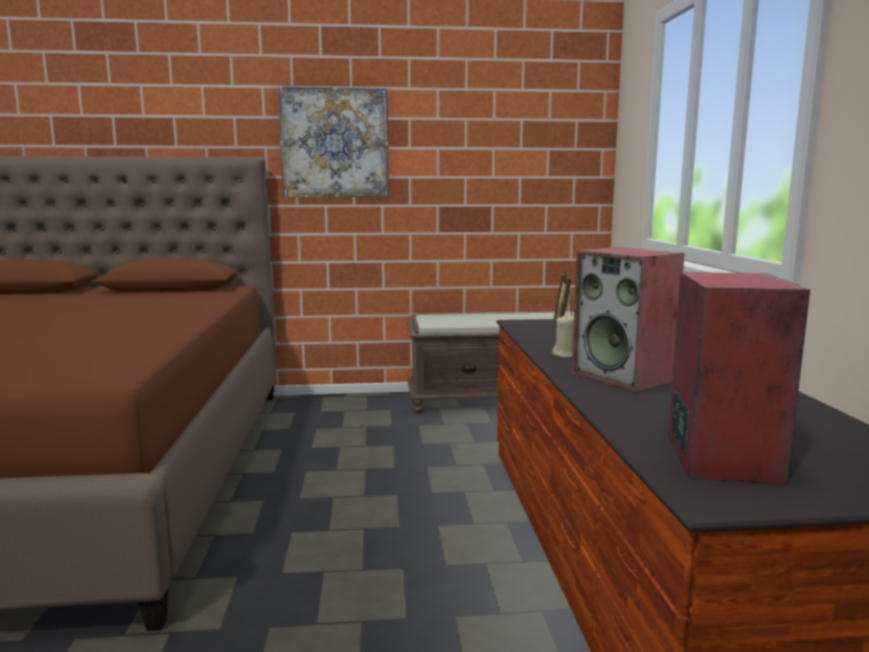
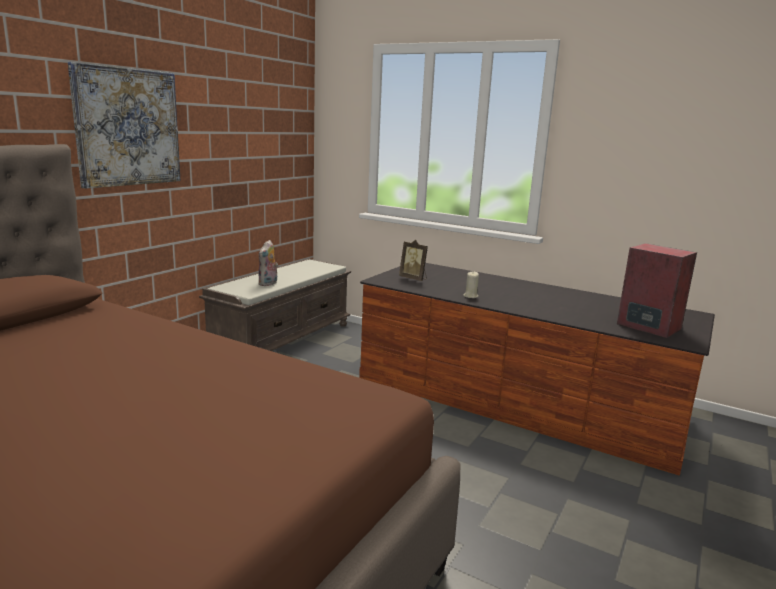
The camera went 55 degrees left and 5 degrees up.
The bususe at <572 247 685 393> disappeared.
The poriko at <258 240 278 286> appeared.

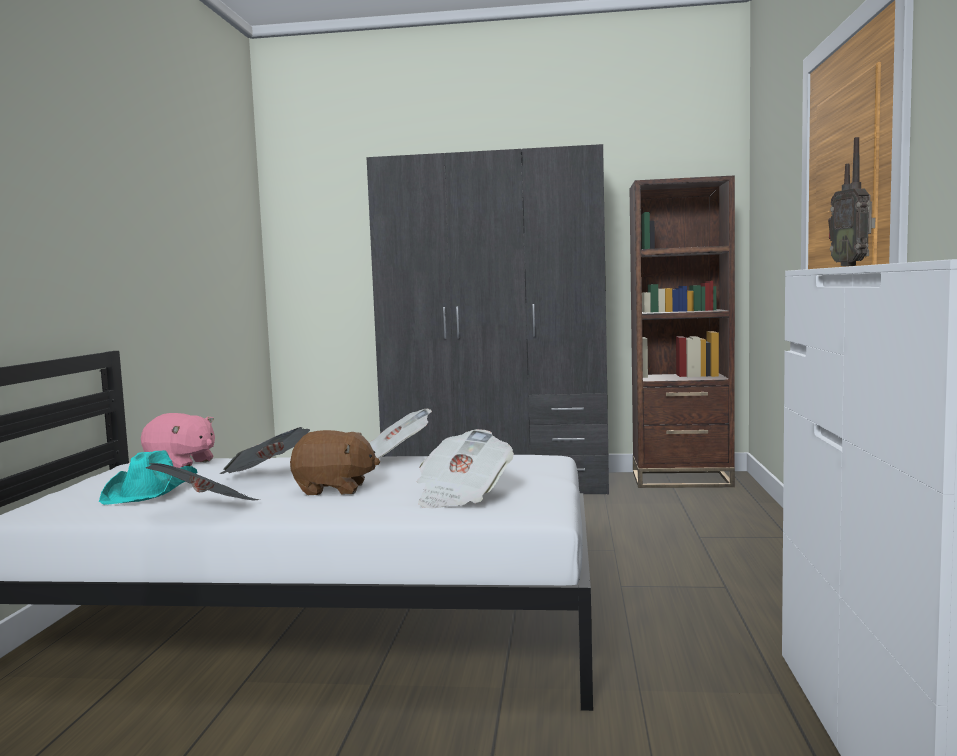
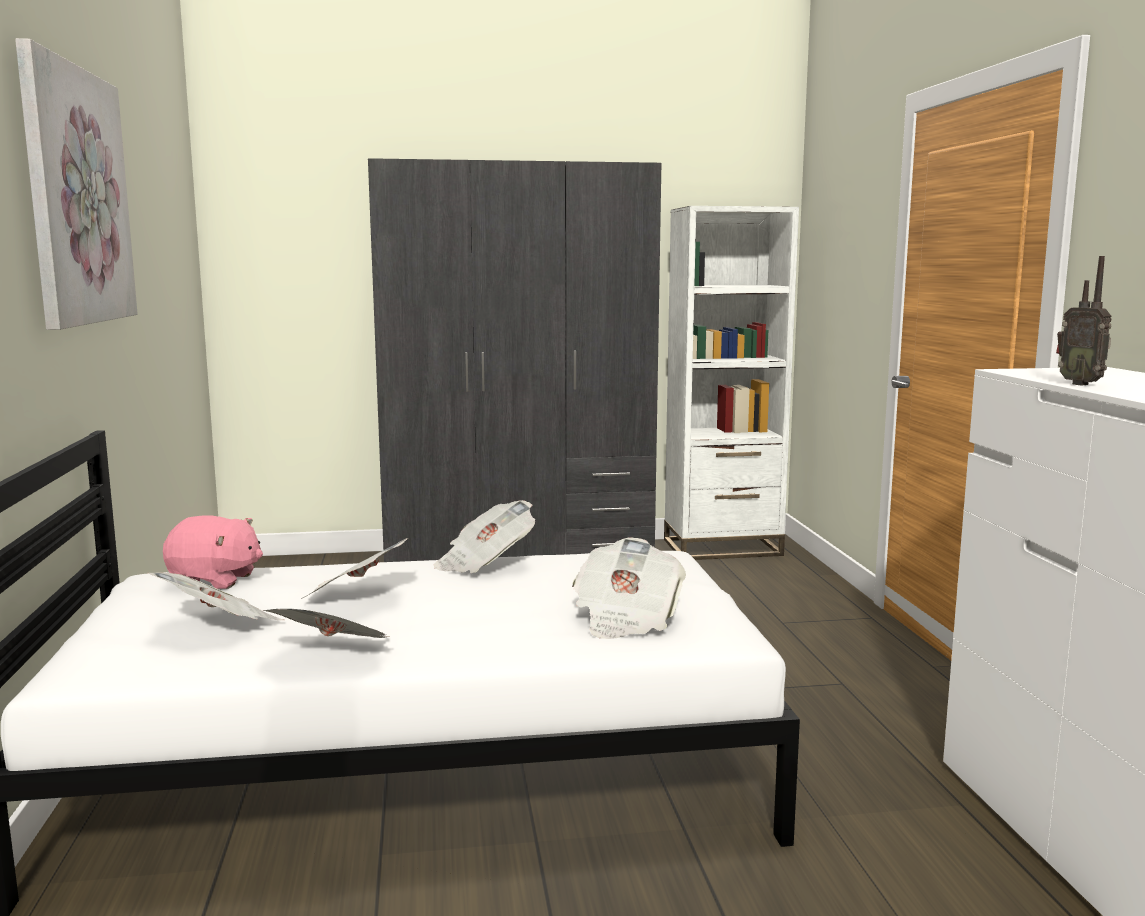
The camera went 15 degrees left and 5 degrees up.
The poriko (brown) at <290 430 380 495> disappeared.
The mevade at <15 38 138 330> appeared.
The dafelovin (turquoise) at <99 450 198 505> was replaced by the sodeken at <148 572 285 620>.
The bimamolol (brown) at <629 175 735 488> became the bimamolol (white) at <664 206 799 560>.

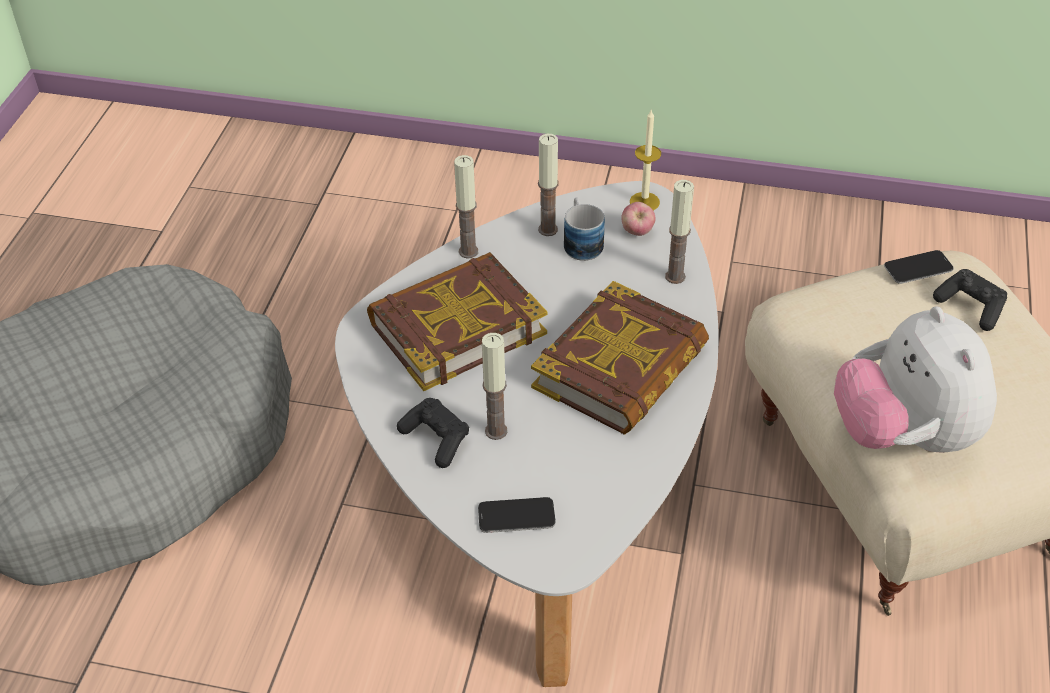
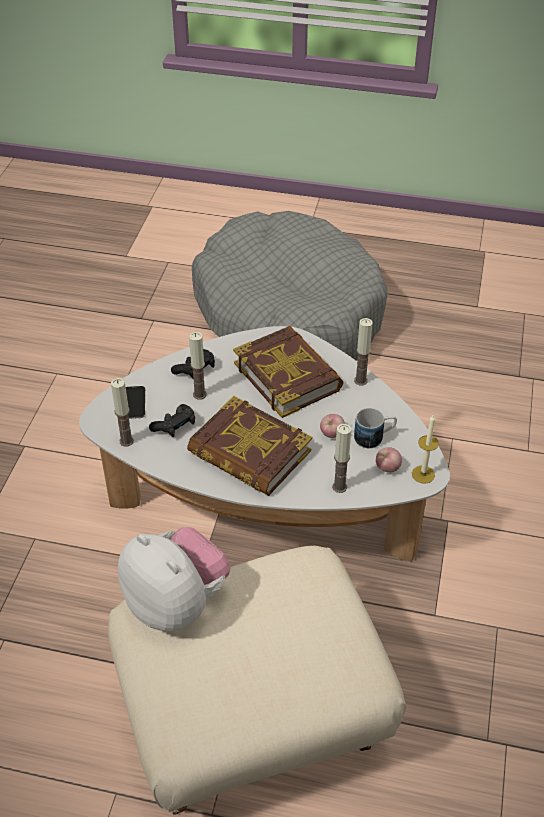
The camera went 90 degrees right and 0 degrees up.
The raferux at <884 250 954 284> disappeared.
The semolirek at <320 414 345 438> appeared.
The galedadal moved from <538 134 559 236> to <111 378 134 447>.
The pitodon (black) moved from <933 269 1007 331> to <149 404 195 437>.
The poriko at <834 306 997 453> turned 60 degrees clockwise.

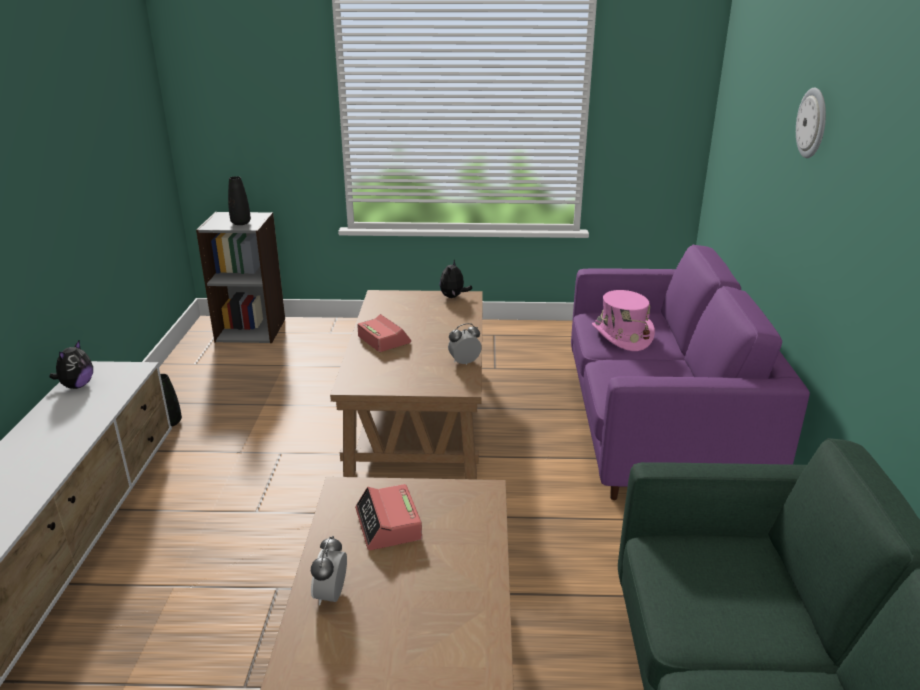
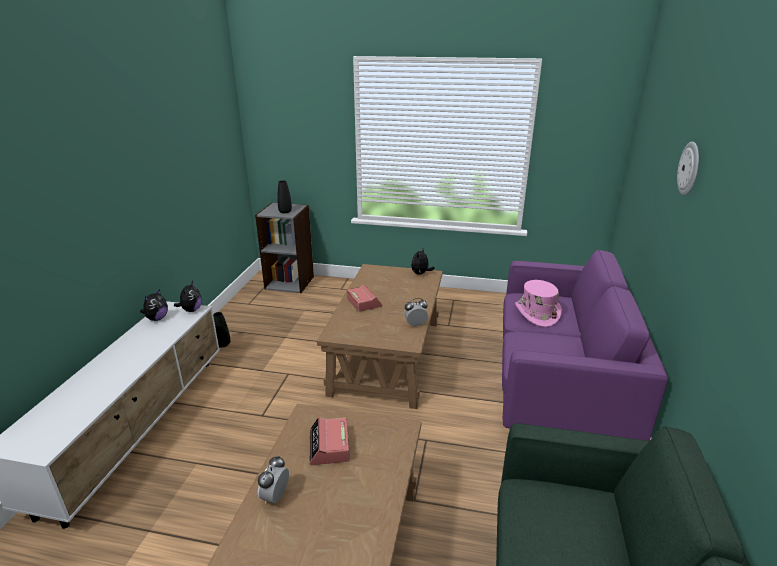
The camera went 10 degrees right and 0 degrees up.
The poriko at <174 280 202 312> appeared.

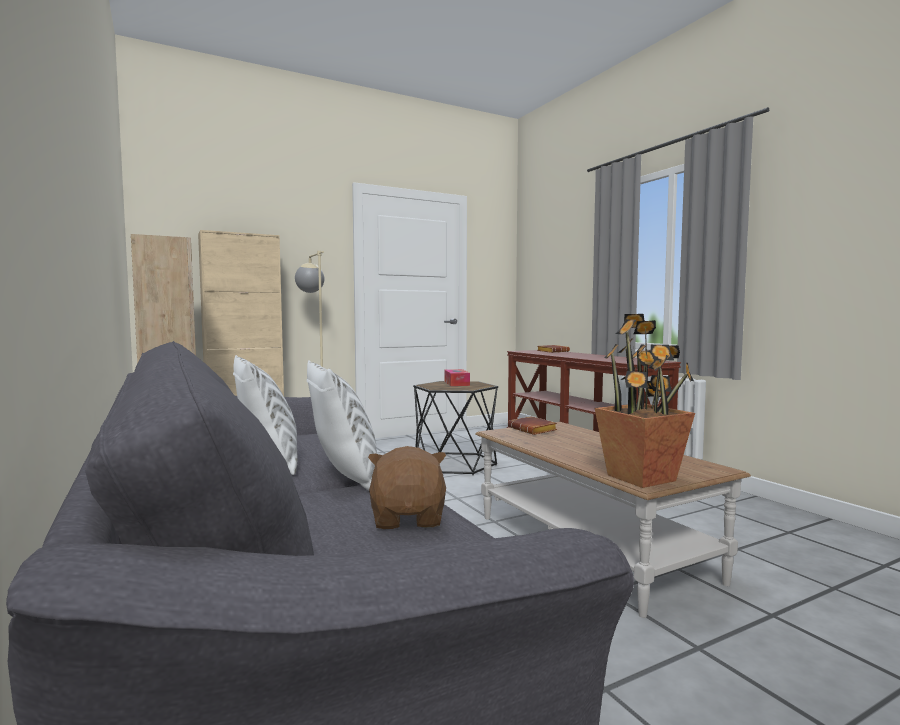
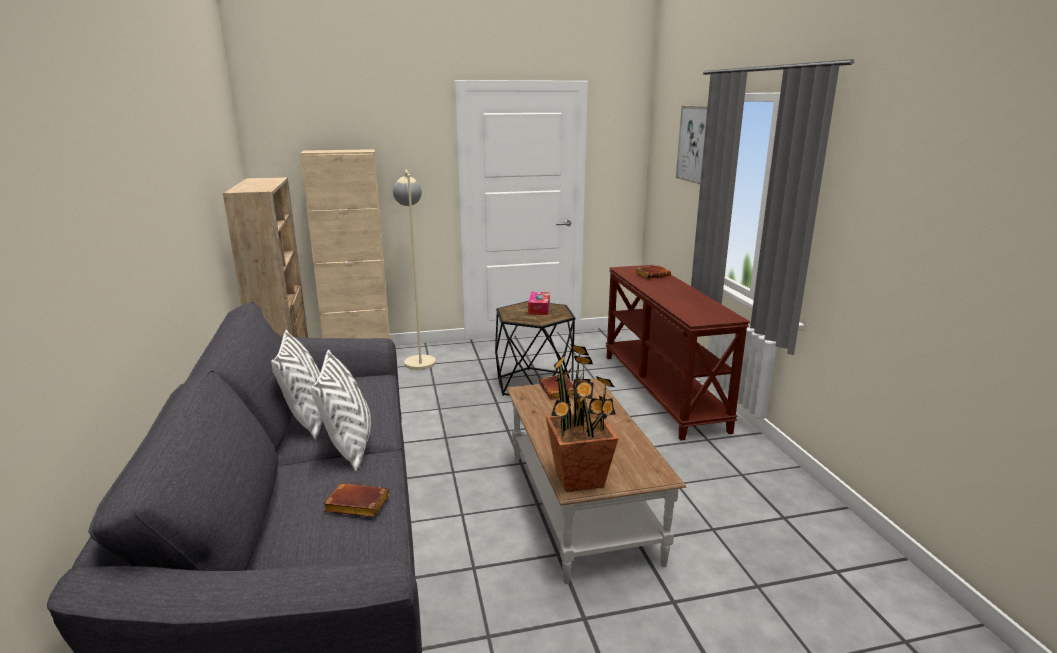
The camera went 15 degrees right and 15 degrees up.
The mevade at <676 106 707 185> appeared.
The poriko (brown) at <368 446 446 529> was replaced by the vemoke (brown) at <323 483 389 517>.

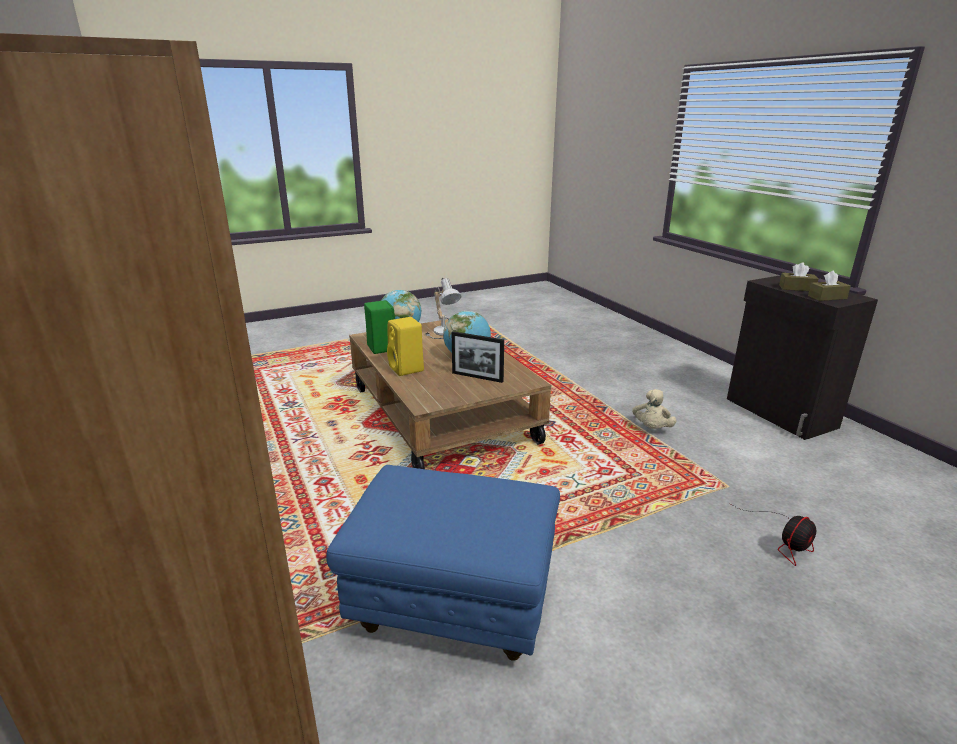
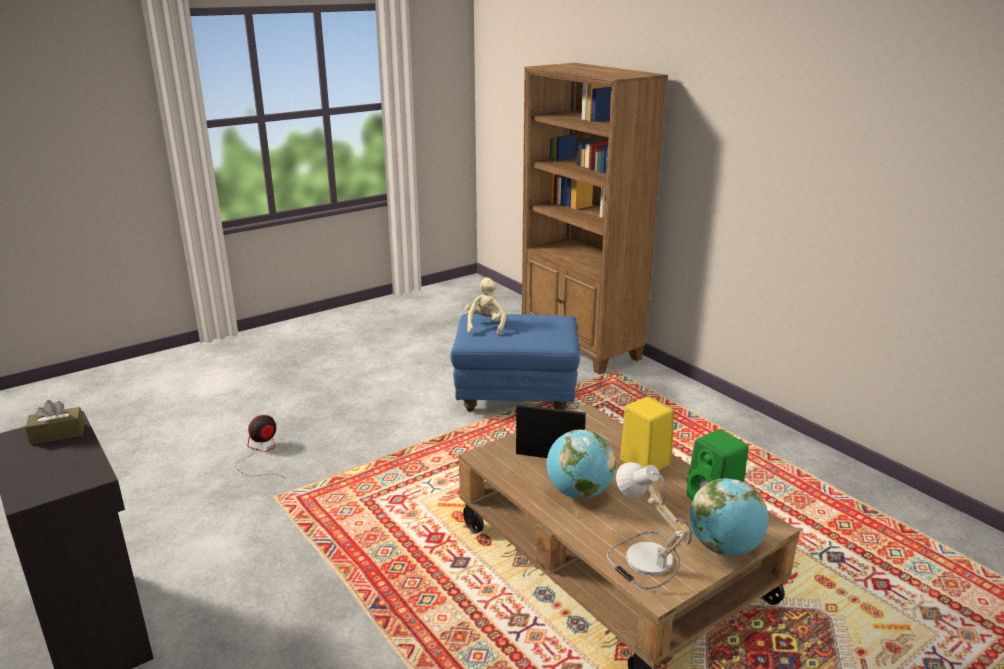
The camera went 170 degrees right and 0 degrees up.
The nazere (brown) at <779 263 819 291> disappeared.
The poriko (beige) moved from <632 389 677 429> to <465 278 506 335>.

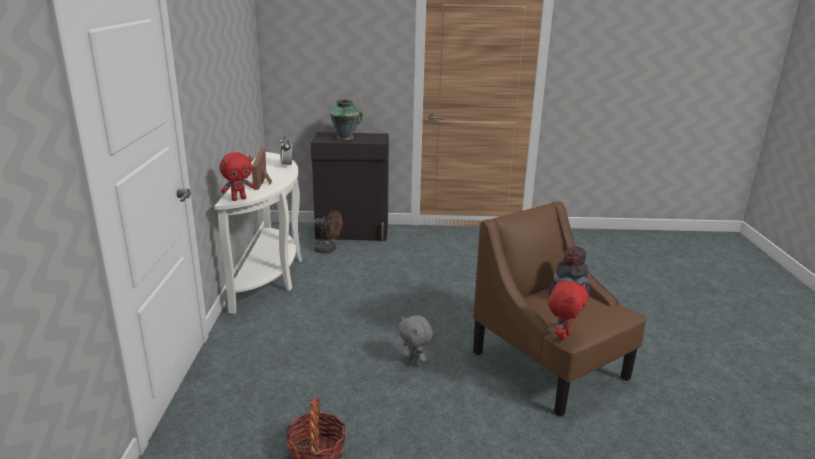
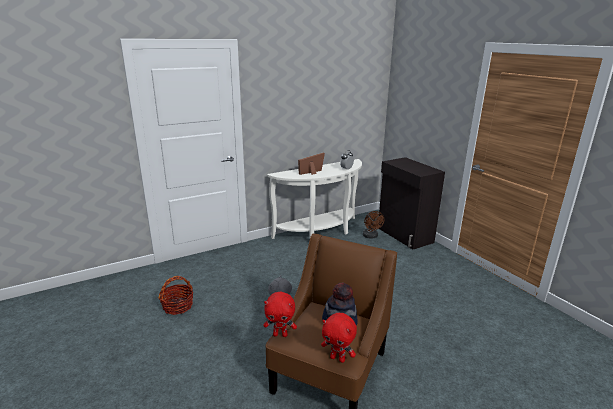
The camera went 60 degrees right and 0 degrees up.
The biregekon at <330 100 363 140> disappeared.
The poriko (red) moved from <219 152 255 201> to <321 313 357 363>.

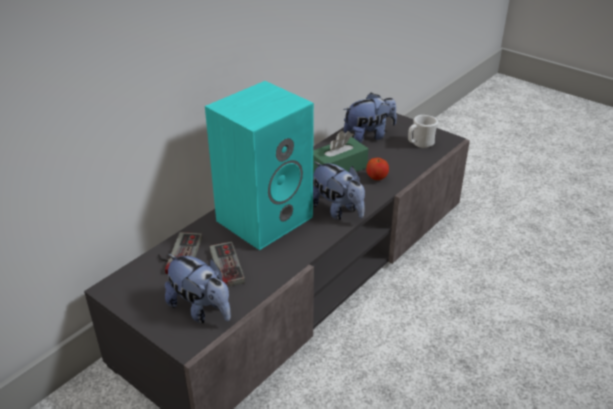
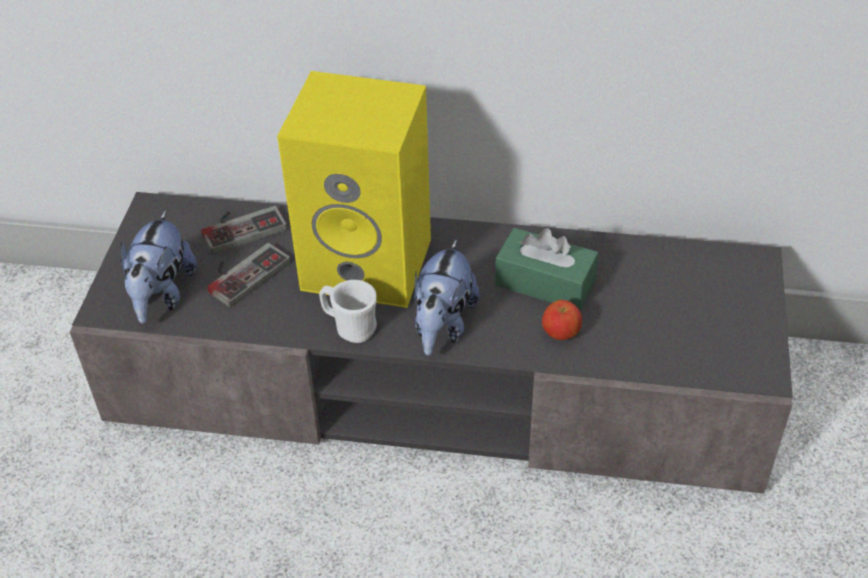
The camera went 60 degrees right and 10 degrees up.
The poriko at <343 93 397 143> disappeared.
The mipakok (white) moved from <408 115 438 148> to <319 280 377 343>.
The bususe (turquoise) at <205 81 314 250> became the bususe (yellow) at <277 71 431 308>.

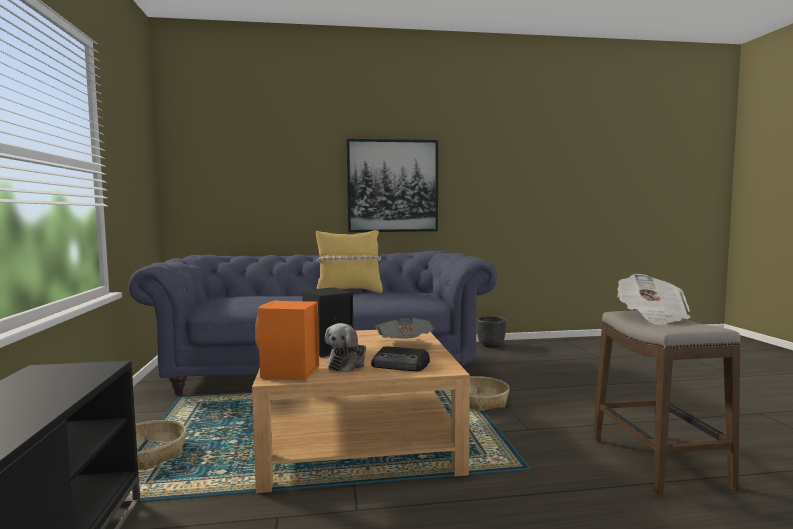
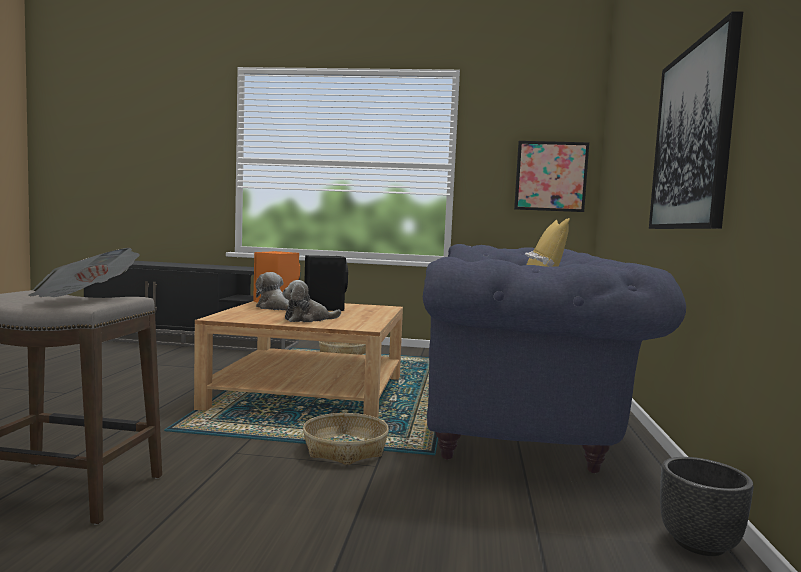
The camera went 105 degrees right and 0 degrees up.
The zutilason at <371 346 430 371> disappeared.
The mevade at <514 141 589 212> appeared.
The sodeken at <375 318 434 339> was replaced by the poriko at <282 280 341 322>.

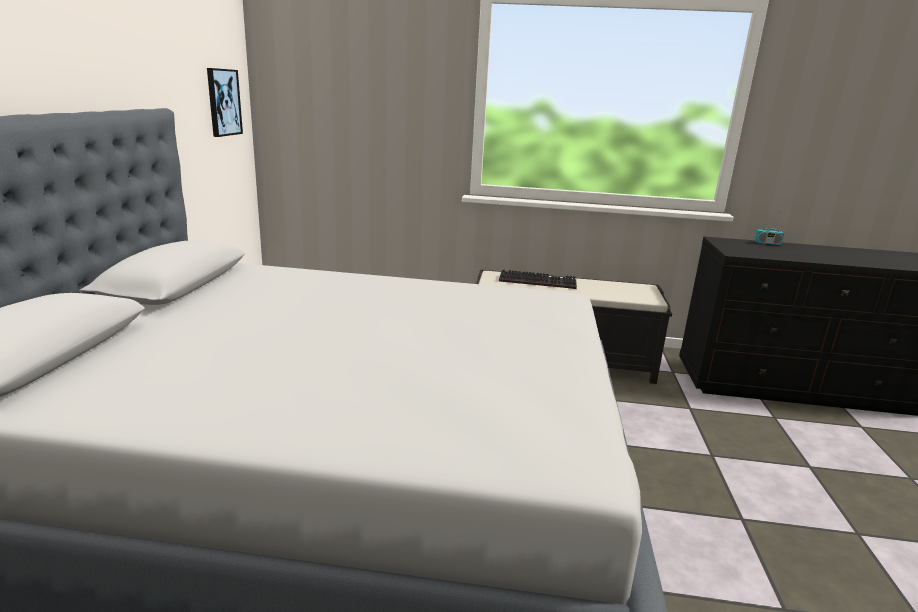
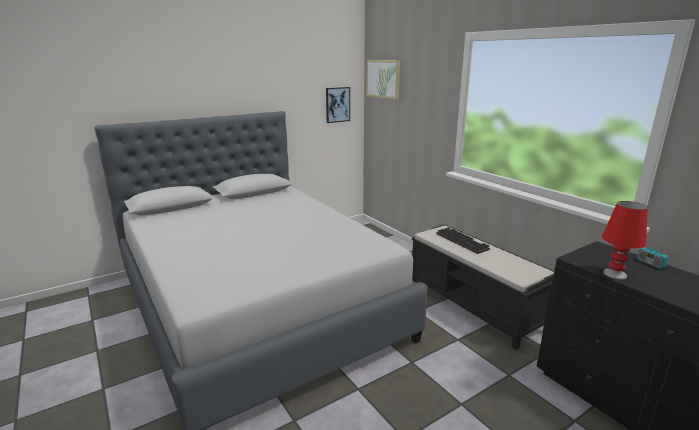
The camera went 50 degrees right and 0 degrees up.
The mevade at <366 60 400 100> appeared.
The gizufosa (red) at <602 201 648 279> appeared.

